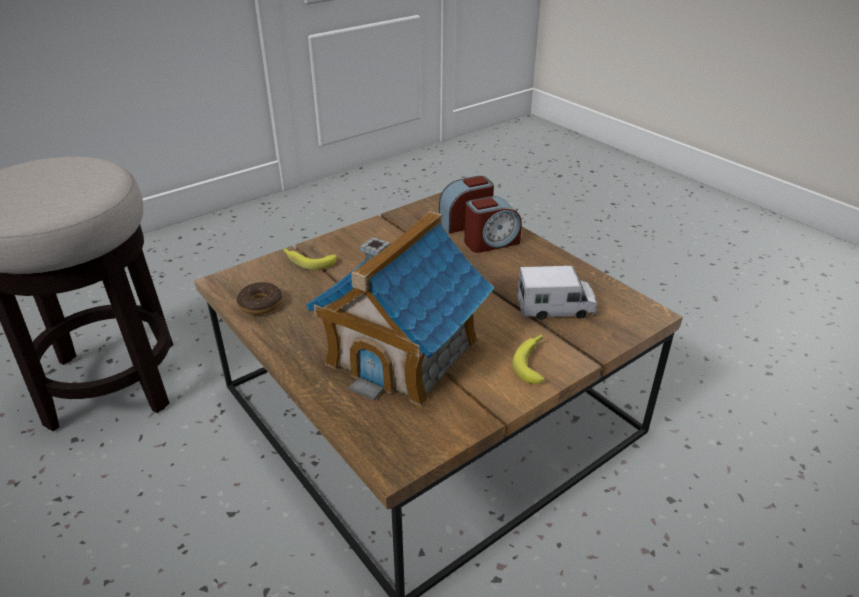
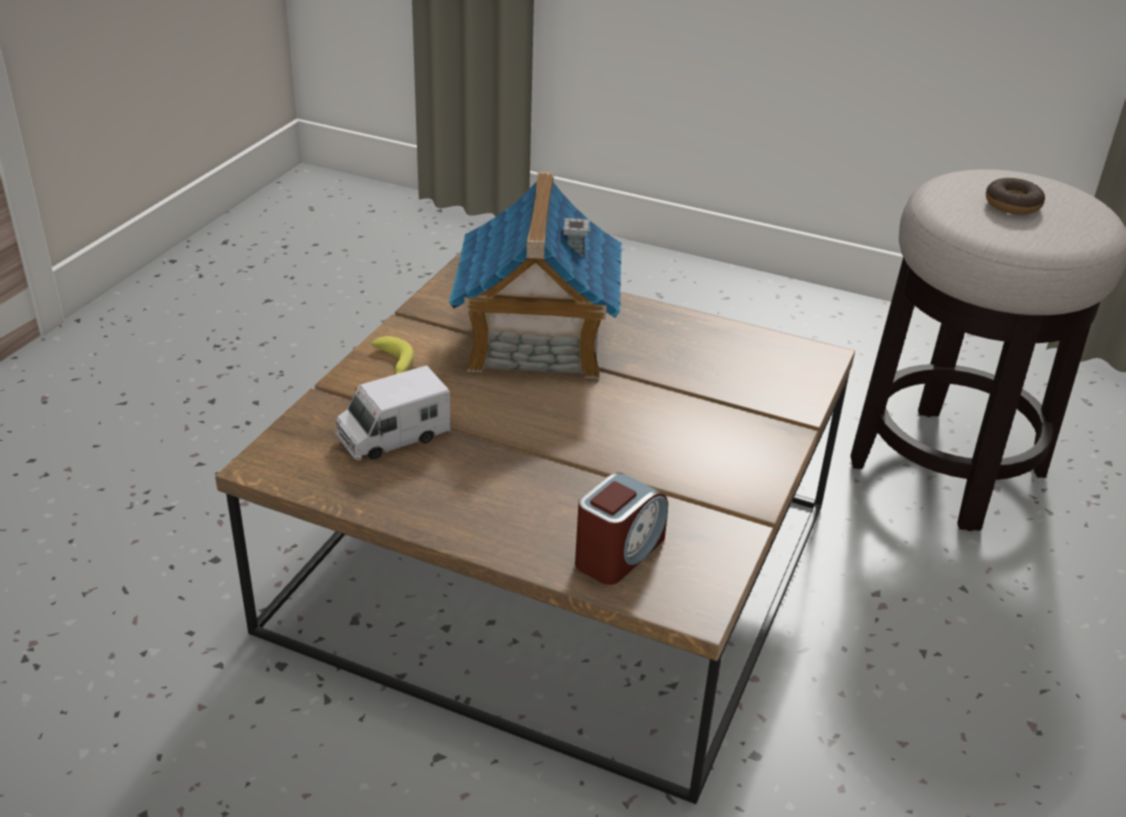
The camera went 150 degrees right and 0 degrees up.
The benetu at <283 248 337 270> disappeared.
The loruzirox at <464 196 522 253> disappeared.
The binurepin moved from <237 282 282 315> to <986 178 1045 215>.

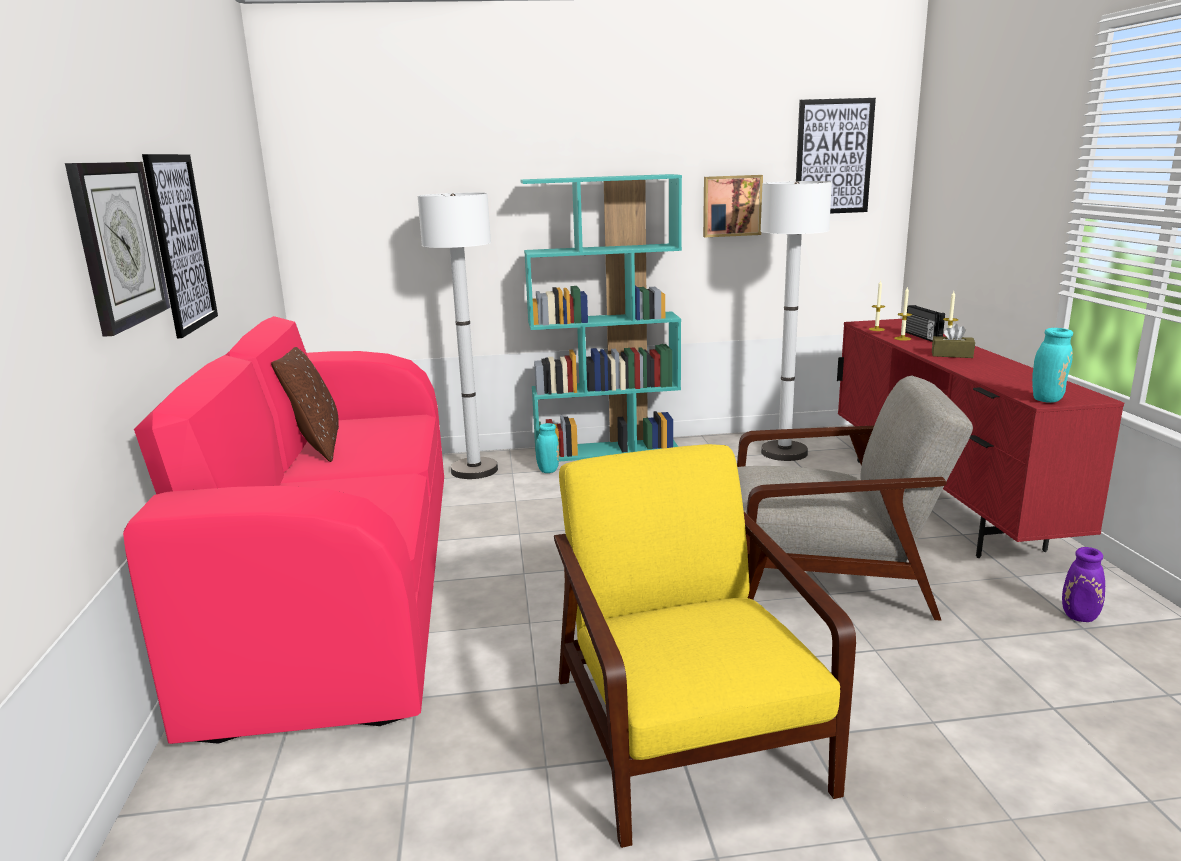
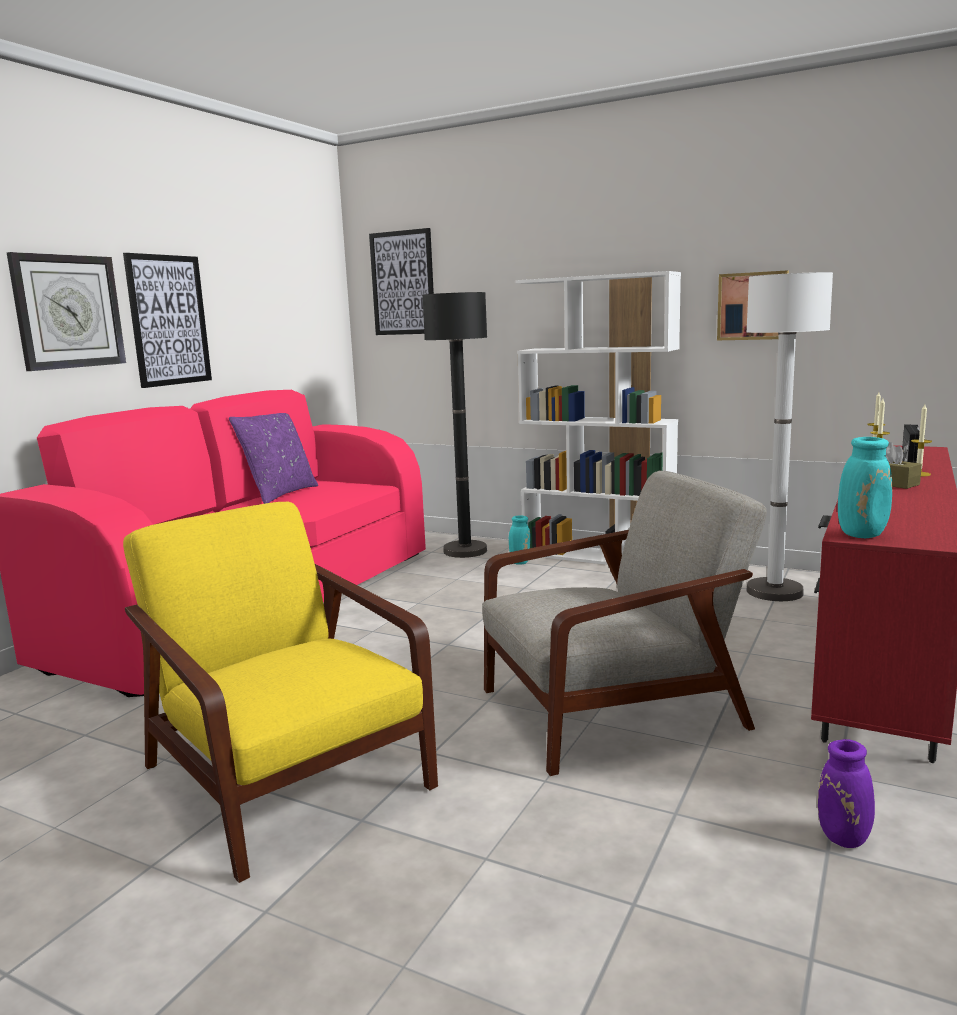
The camera went 35 degrees right and 5 degrees down.
The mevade moved from <796 98 876 214> to <369 228 434 335>.
The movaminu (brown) at <271 347 339 462> became the movaminu (purple) at <229 413 318 504>.
The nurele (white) at <418 193 498 479> became the nurele (black) at <423 292 487 558>.
The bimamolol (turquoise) at <520 174 682 462> became the bimamolol (white) at <515 271 681 565>.
The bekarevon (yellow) at <554 444 856 848> turned 60 degrees counterclockwise.
The bekarevon (grey) at <737 376 973 620> turned 60 degrees counterclockwise.

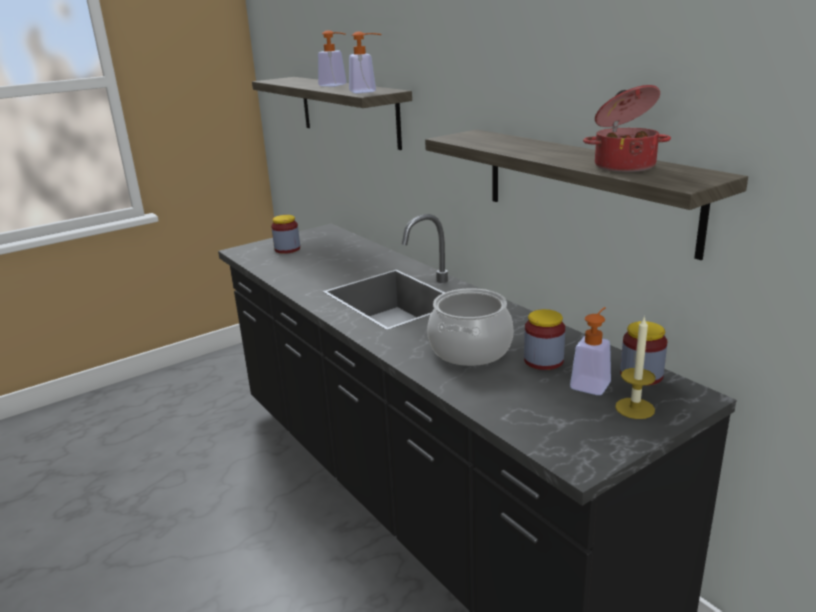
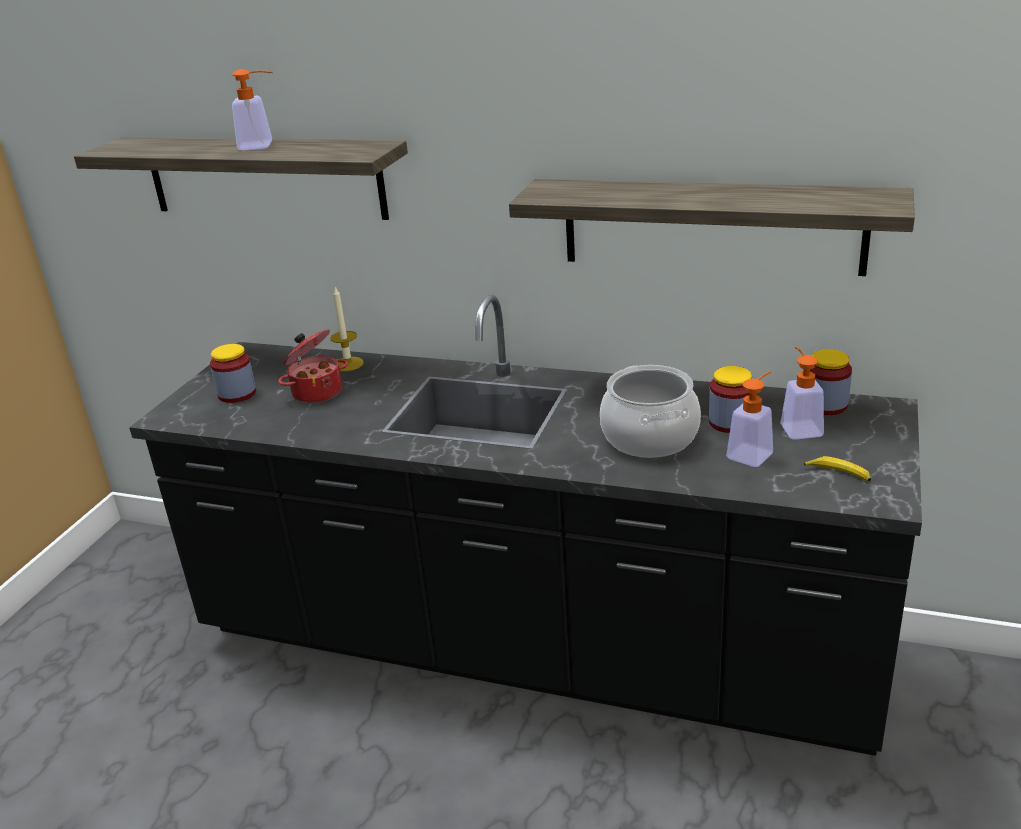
The camera went 35 degrees left and 5 degrees up.
The benetu at <804 456 871 481> appeared.
The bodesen moved from <349 32 382 94> to <726 371 773 467>.
The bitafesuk moved from <583 85 671 172> to <278 329 348 403>.
The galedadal moved from <615 316 656 419> to <330 287 364 371>.

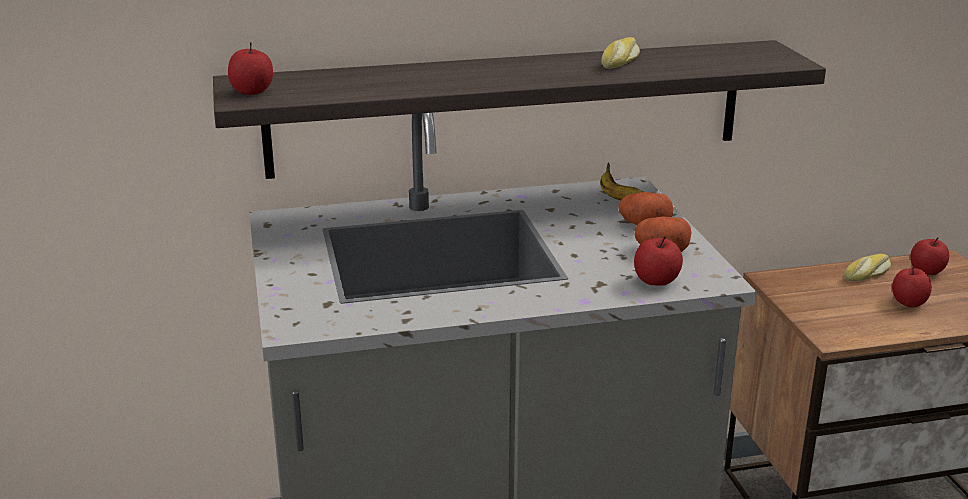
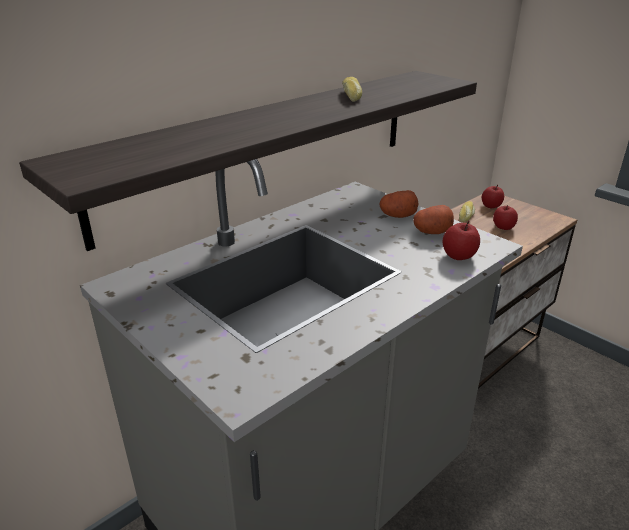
The camera went 30 degrees left and 5 degrees up.
The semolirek at <228 42 273 95> disappeared.
The benetu at <600 163 644 200> disappeared.

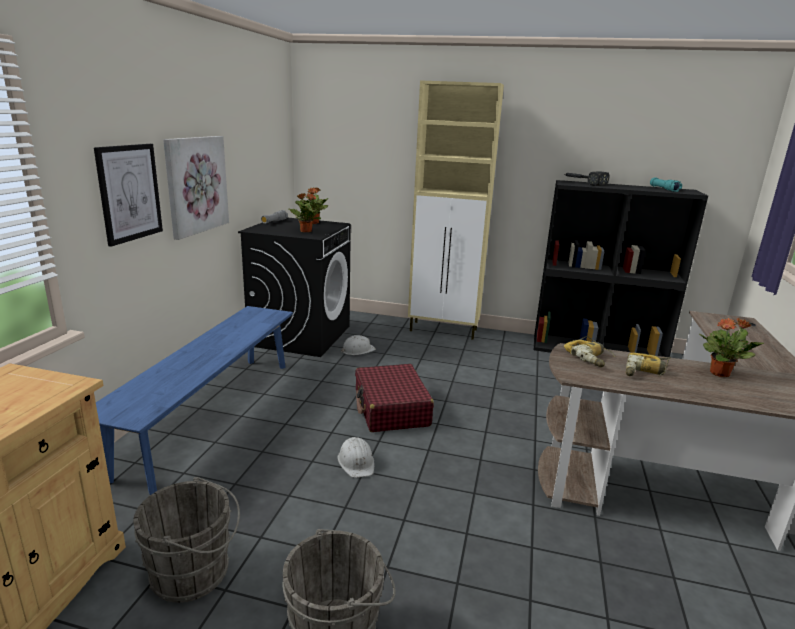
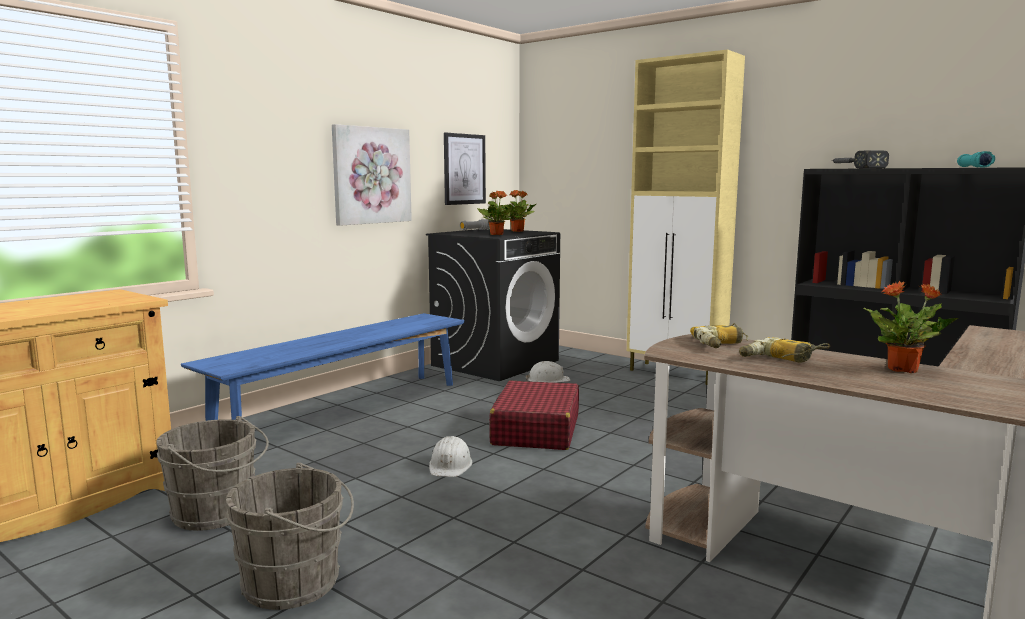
The camera went 25 degrees right and 10 degrees down.
The mevade moved from <94 144 163 247> to <444 133 486 205>.

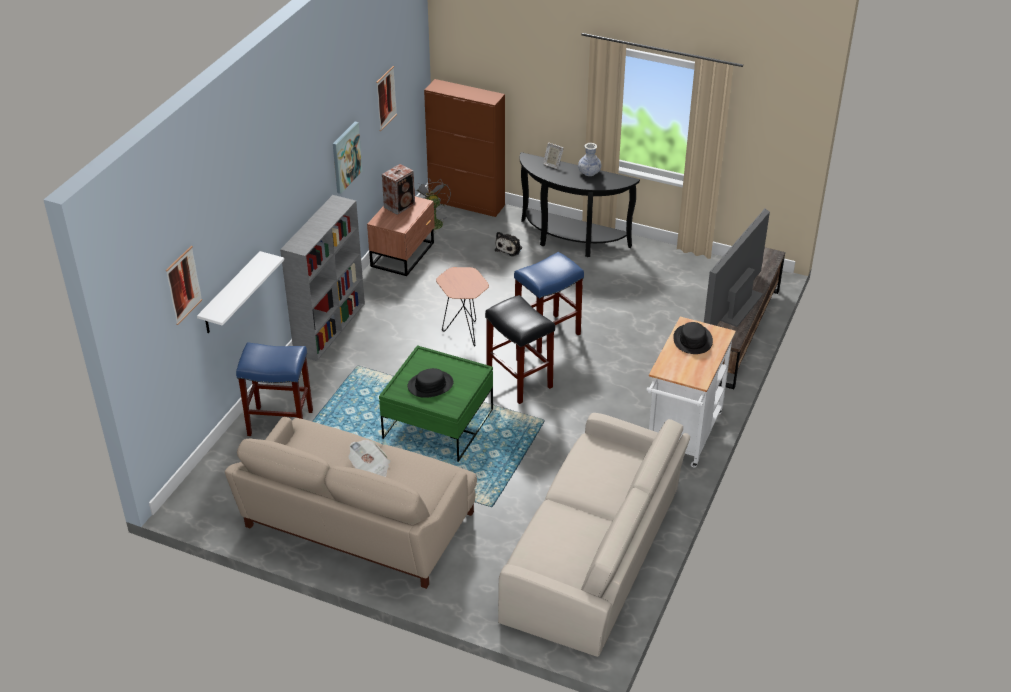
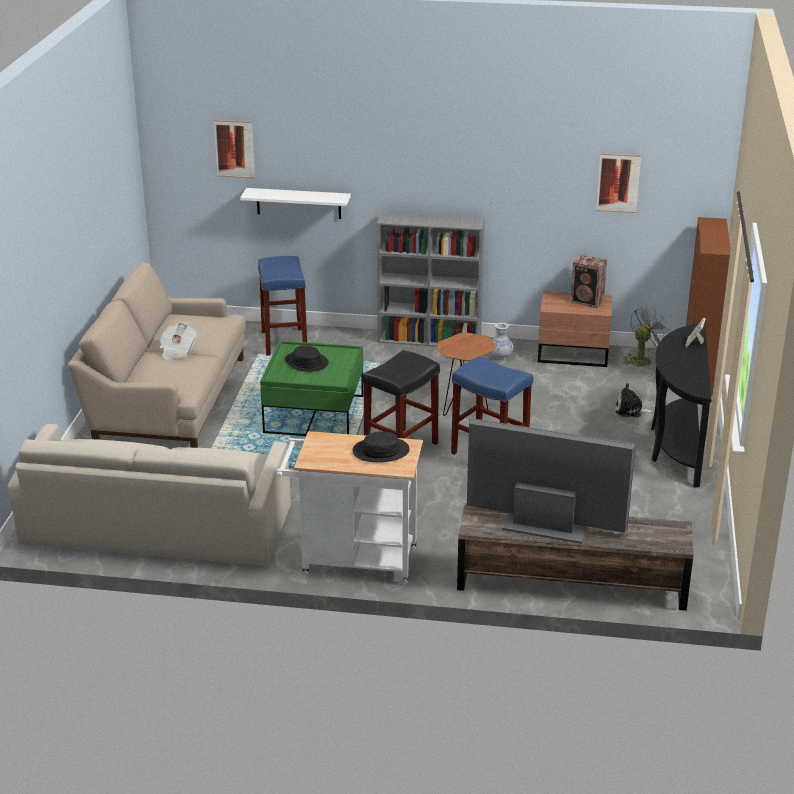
The camera went 75 degrees right and 10 degrees down.
The mevade at <333 122 362 194> disappeared.
The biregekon moved from <578 143 601 176> to <490 323 513 359>.

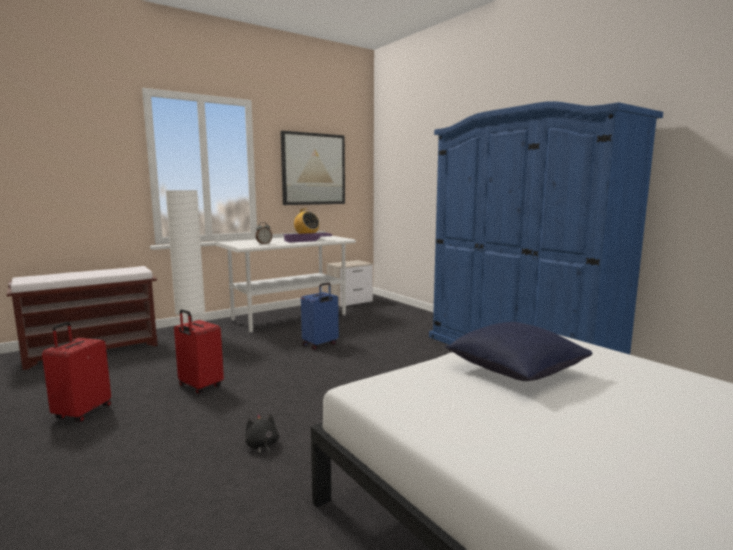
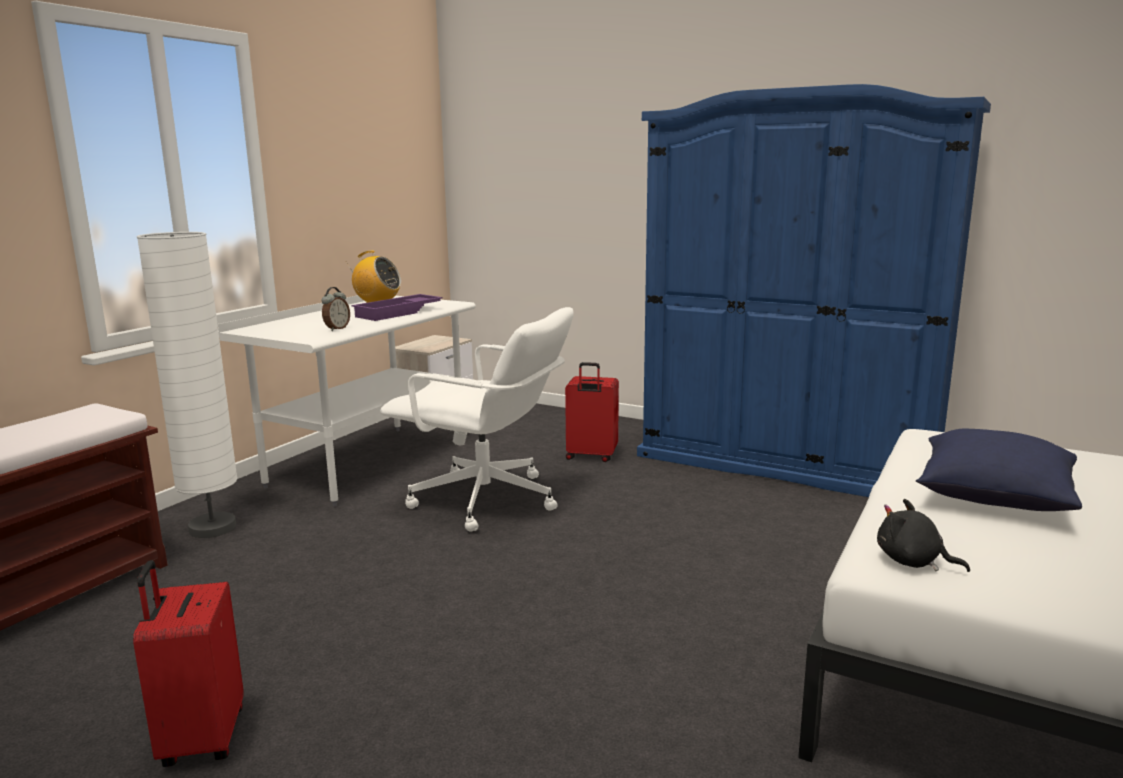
The camera went 25 degrees left and 5 degrees up.
The mevade at <280 131 345 205> disappeared.
The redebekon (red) moved from <174 309 224 394> to <565 362 619 462>.
The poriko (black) moved from <245 413 279 457> to <877 499 970 572>.
The redebekon (blue) at <301 283 339 350> was replaced by the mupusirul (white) at <380 307 574 532>.

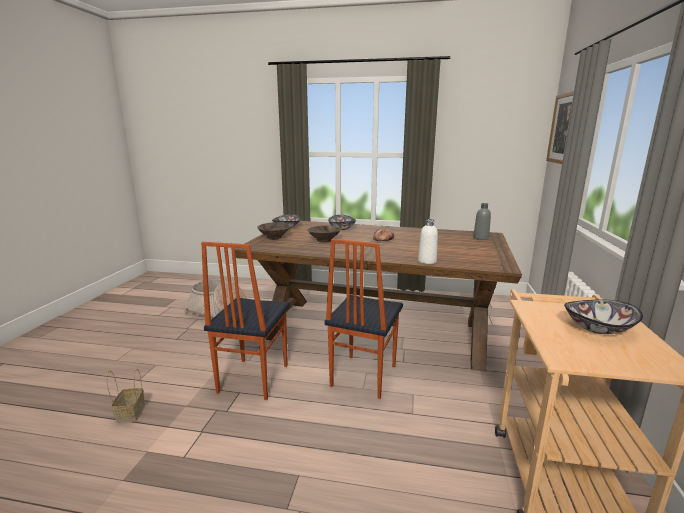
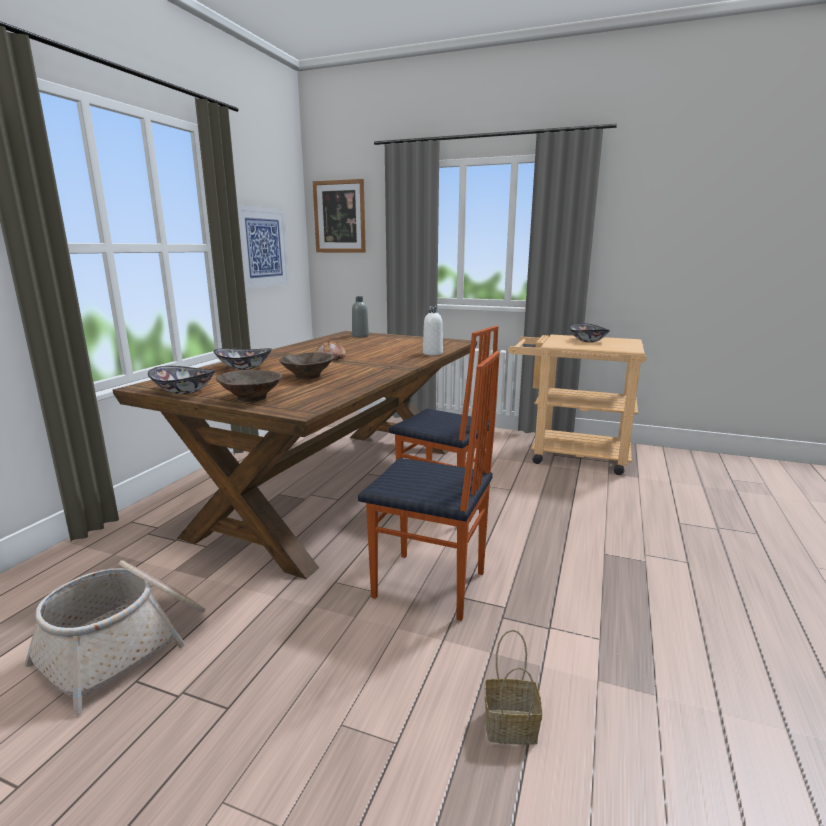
The camera went 80 degrees left and 0 degrees up.
The mevade at <237 204 289 289> appeared.

